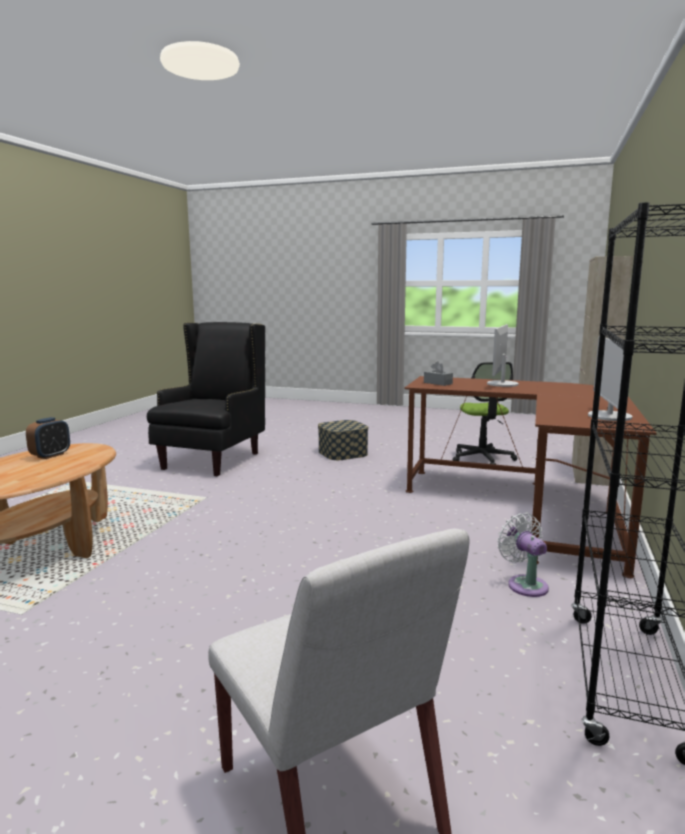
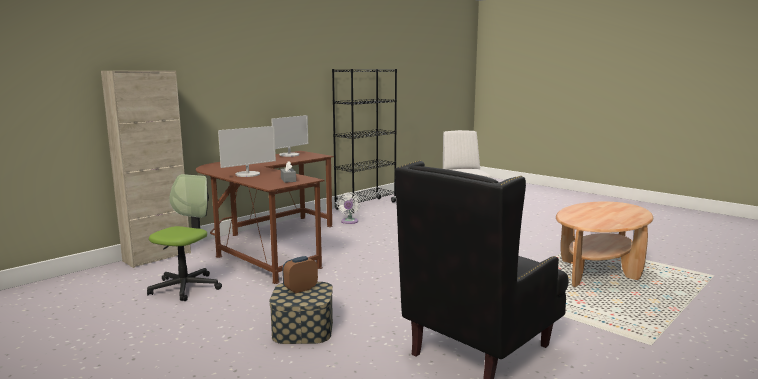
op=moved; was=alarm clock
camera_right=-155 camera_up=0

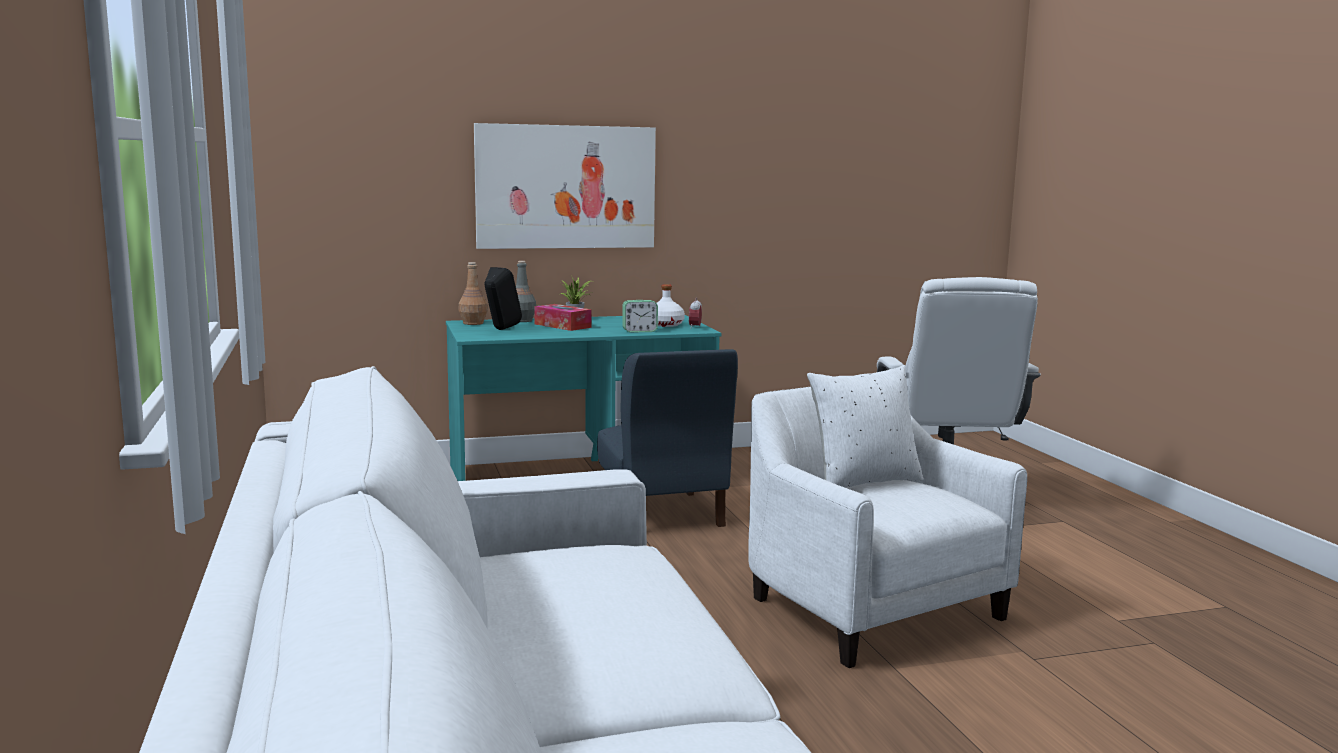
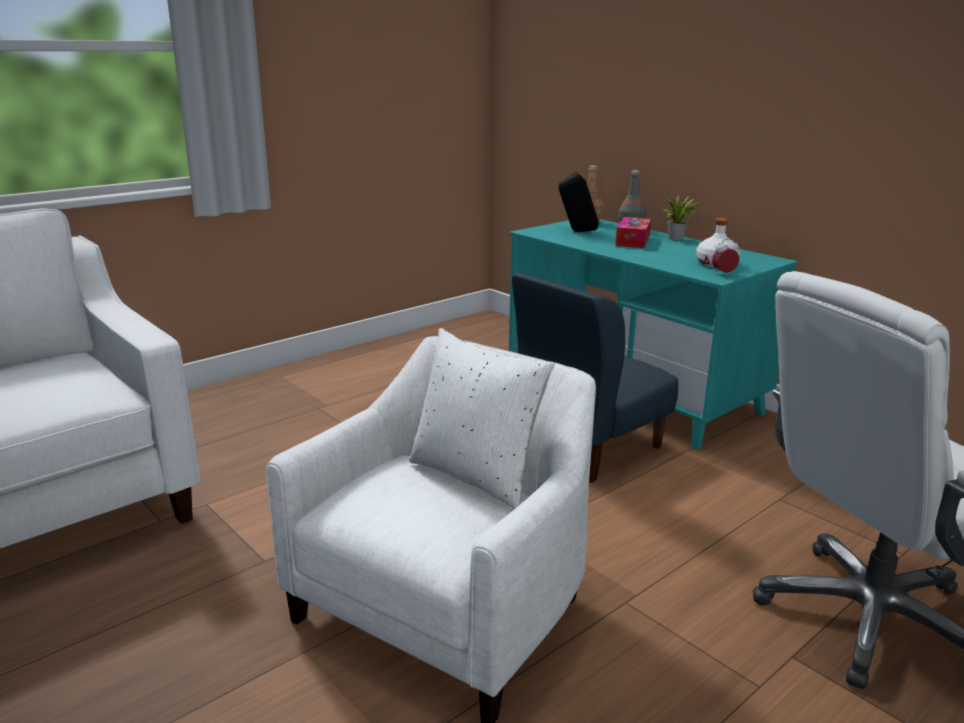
op=removed; was=picture
op=removed; was=alarm clock (1st from left)
camera_right=65 camera_up=10

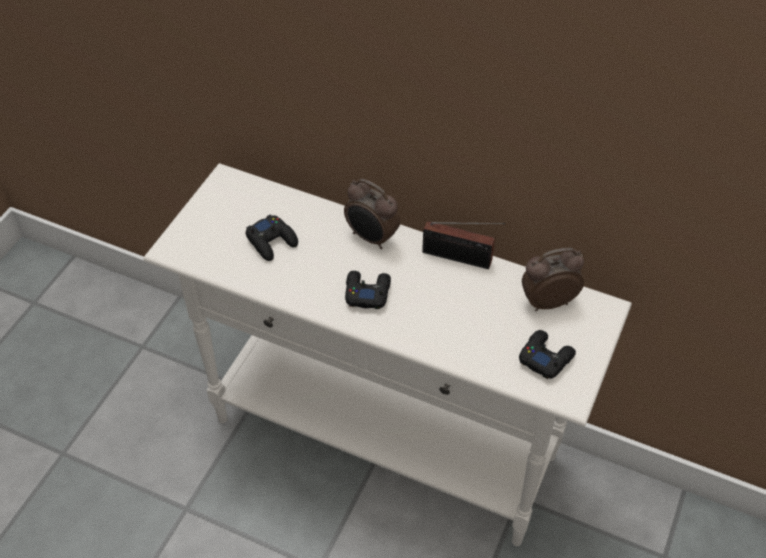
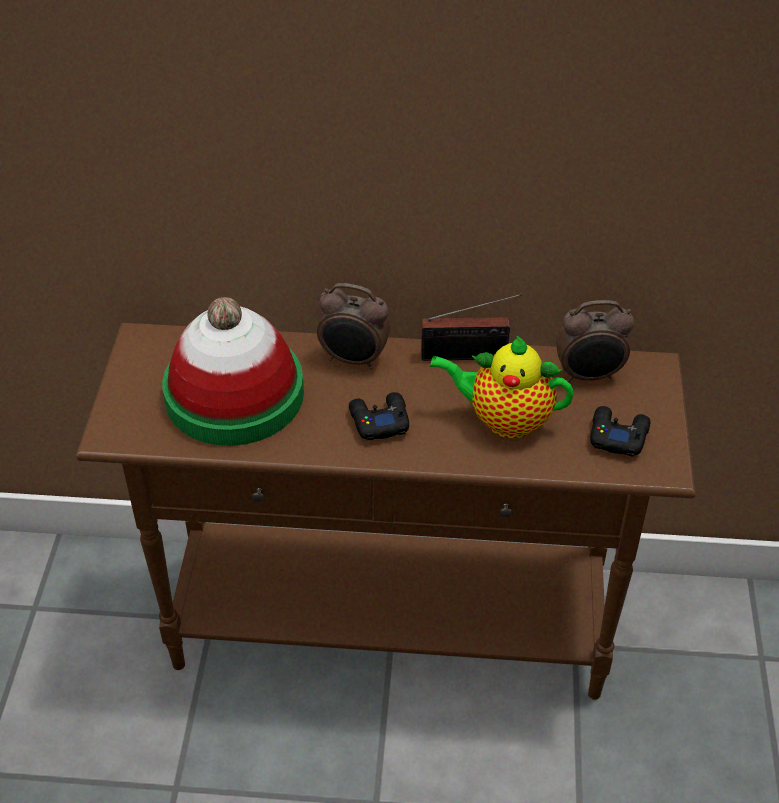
op=recoloured; was=white console table; now=brown console table
op=replaced; was=black game controller (1st from left); now=hat
op=turned; was=alarm clock (2nd from left); clockwise=-150
op=added; now=teapot
camera_right=-20 camera_up=-5

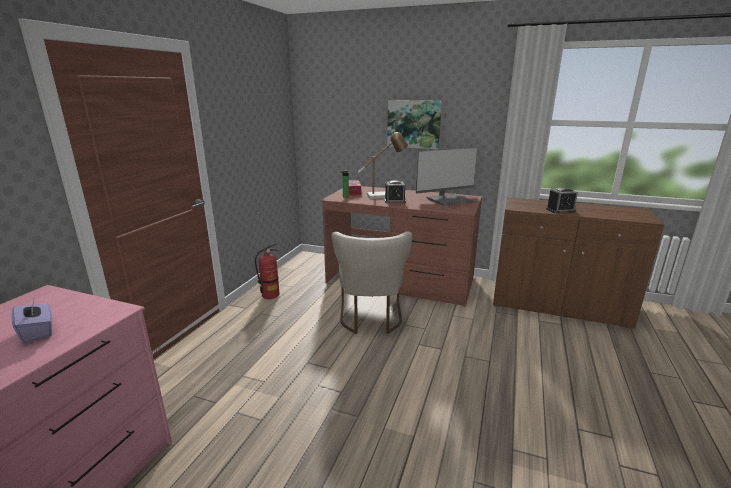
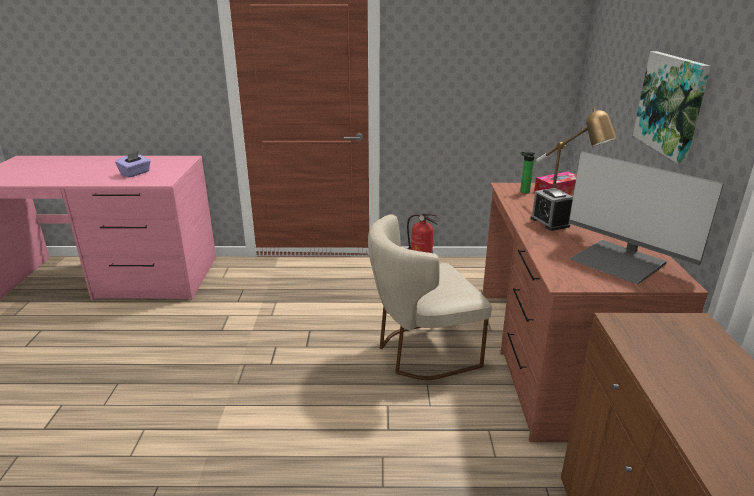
op=removed; was=alarm clock (2nd from left)
camera_right=70 camera_up=5

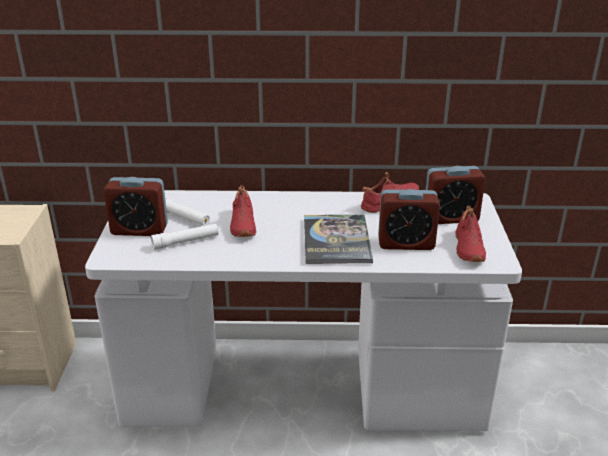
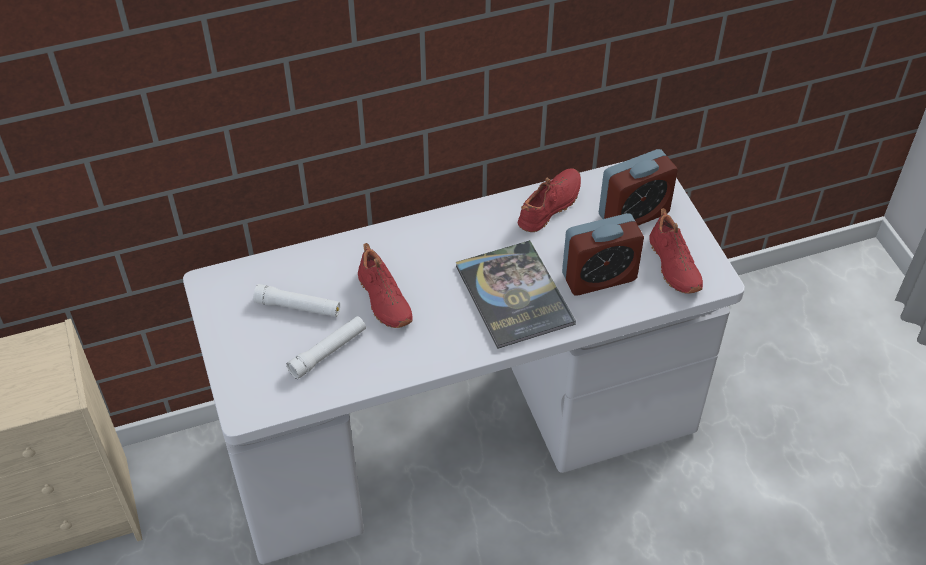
op=removed; was=alarm clock (1st from left)
camera_right=-20 camera_up=20

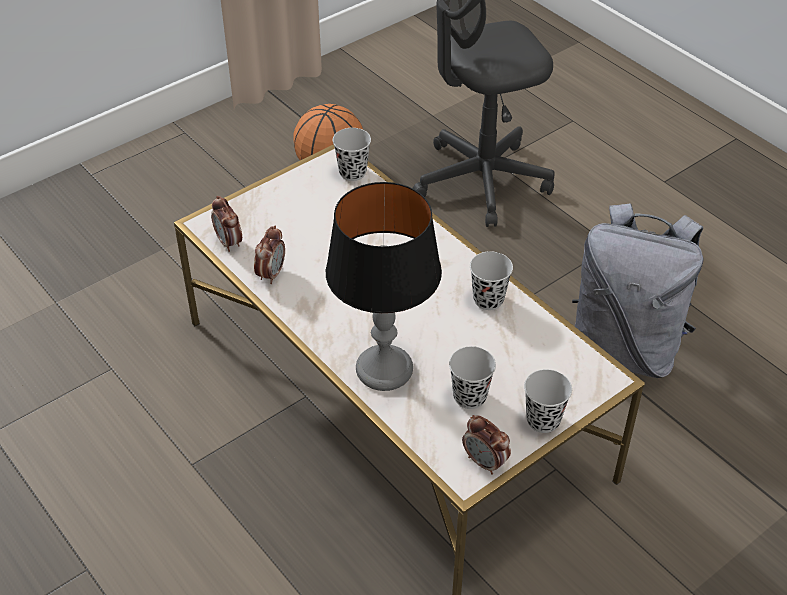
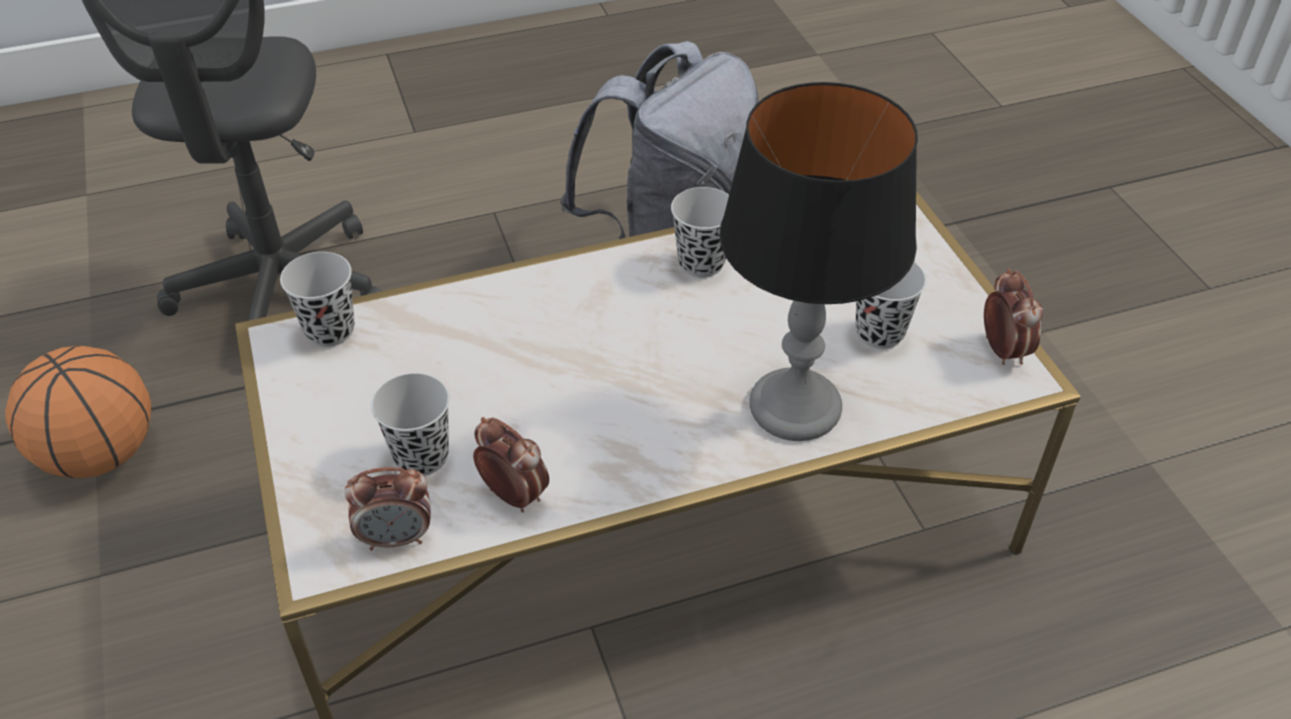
op=turned; was=alarm clock (3rd from left); clockwise=-75
op=moved; was=black cup (4th from left in the first image); now=black cup (2nd from left)
camera_right=-70 camera_up=0

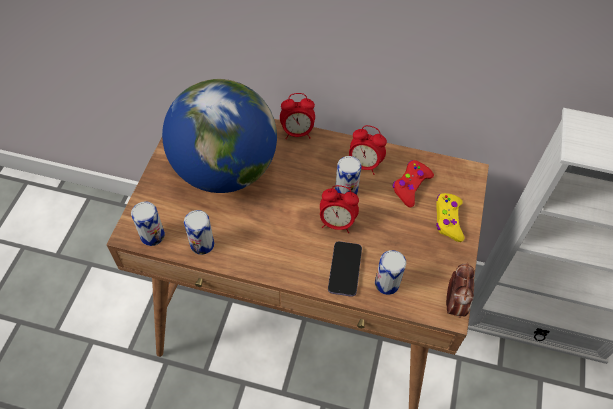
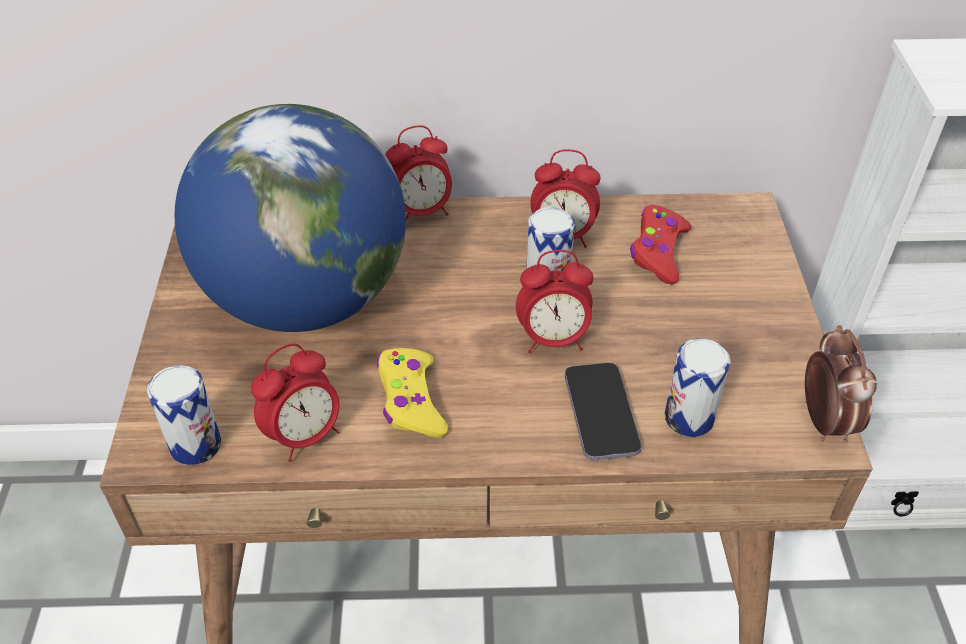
op=replaced; was=can (2nd from left); now=alarm clock (1st from left)
op=moved; was=yellow game controller
camera_right=-15 camera_up=-10

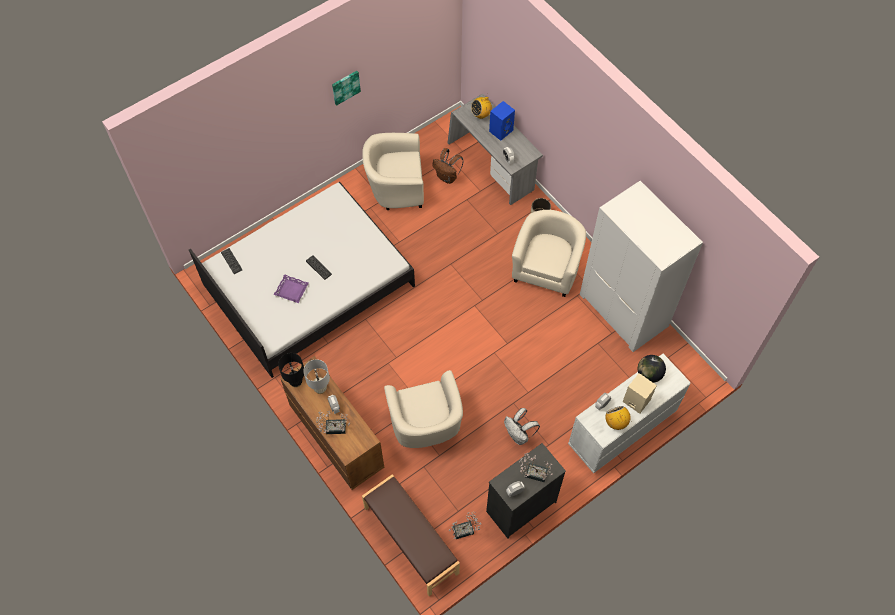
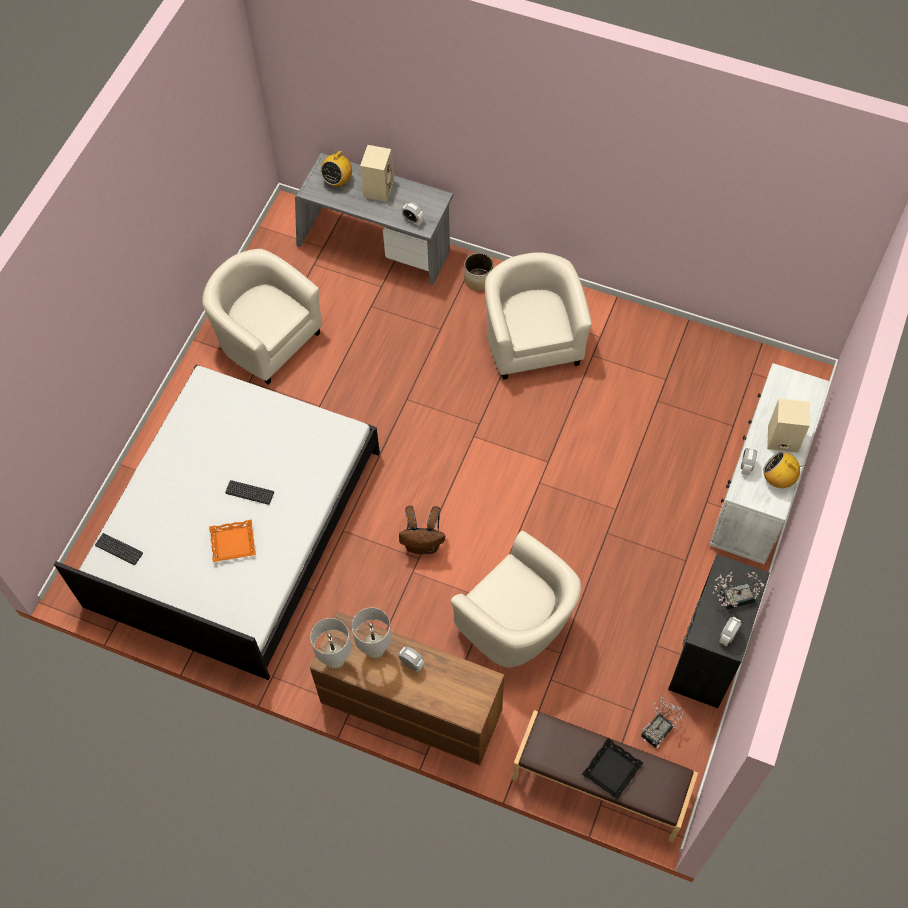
op=recoloured; was=purple tray; now=orange tray
op=recoloured; was=black table lamp; now=white table lamp (1st from left)
op=removed; was=potted plant (1st from left)
op=removed; was=picture
op=turned; was=beige armchair (1st from left); clockwise=75
op=moved; was=brown backpack
op=recoloured; was=blue speaker; now=beige speaker (1st from left)
op=removed; was=white backpack
op=removed; was=white wardrobe
op=removed; was=globe
op=added; now=black tray
camera_right=-30 camera_up=0

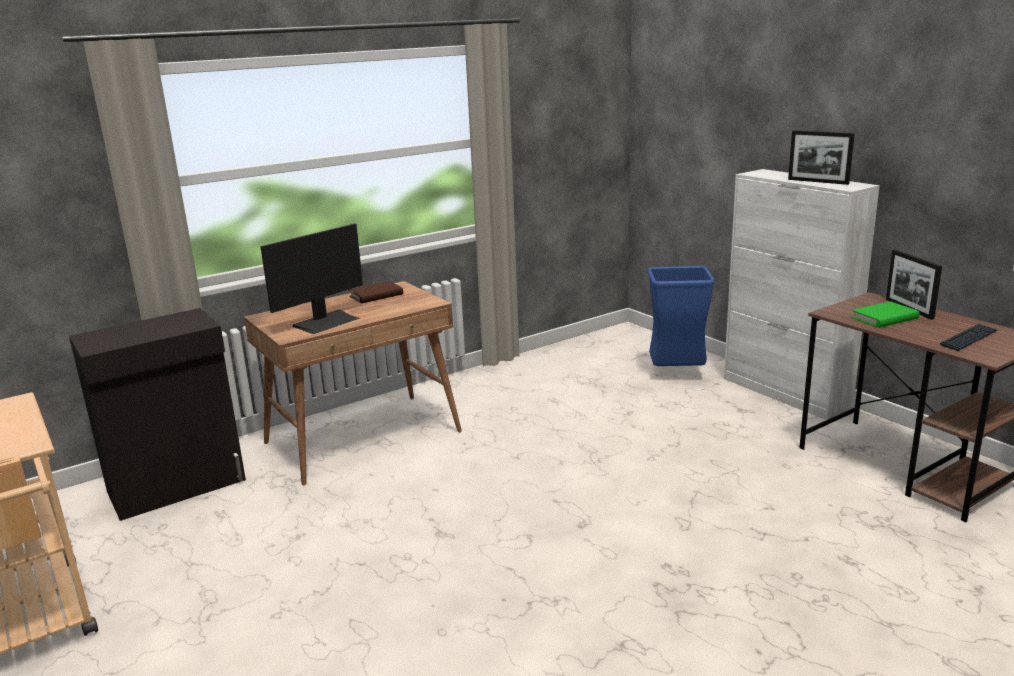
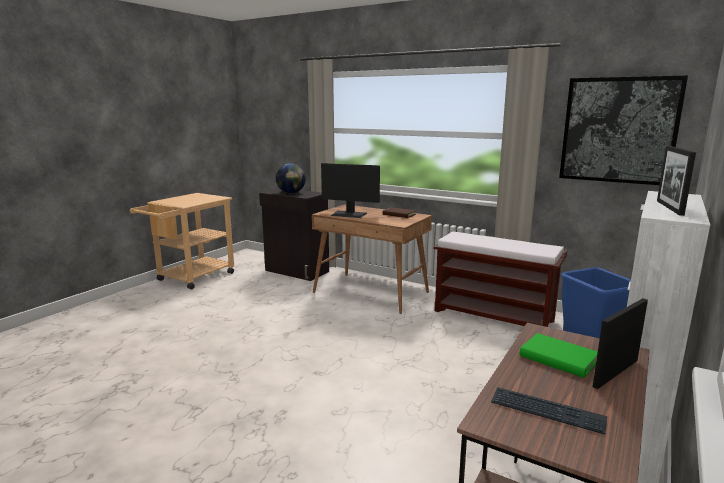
op=added; now=globe
op=added; now=brown bench
op=added; now=picture
camera_right=65 camera_up=-5

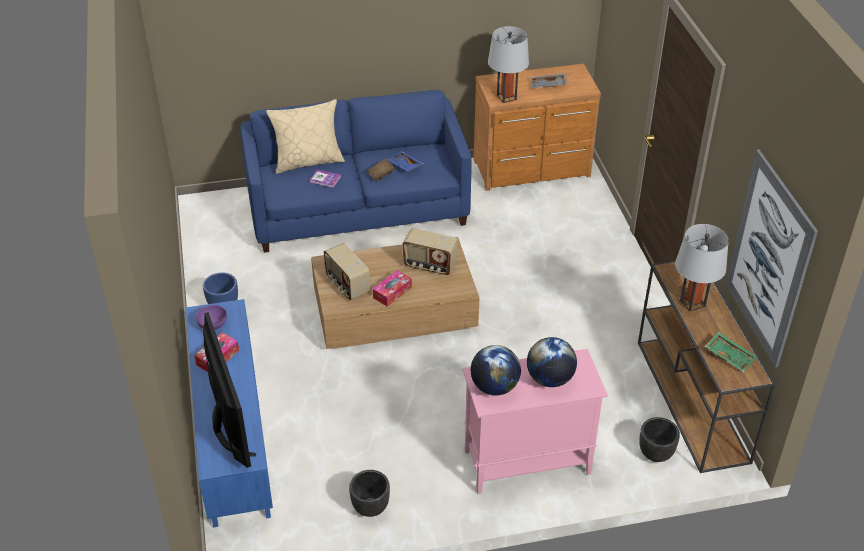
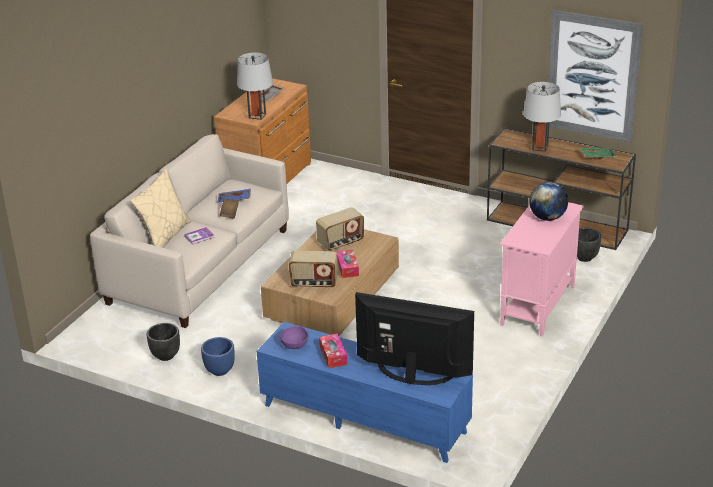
op=recoloured; was=blue sofa; now=beige sofa
op=moved; was=black planter (1st from left)
op=removed; was=globe (1st from left)
camera_right=-50 camera_up=-10

